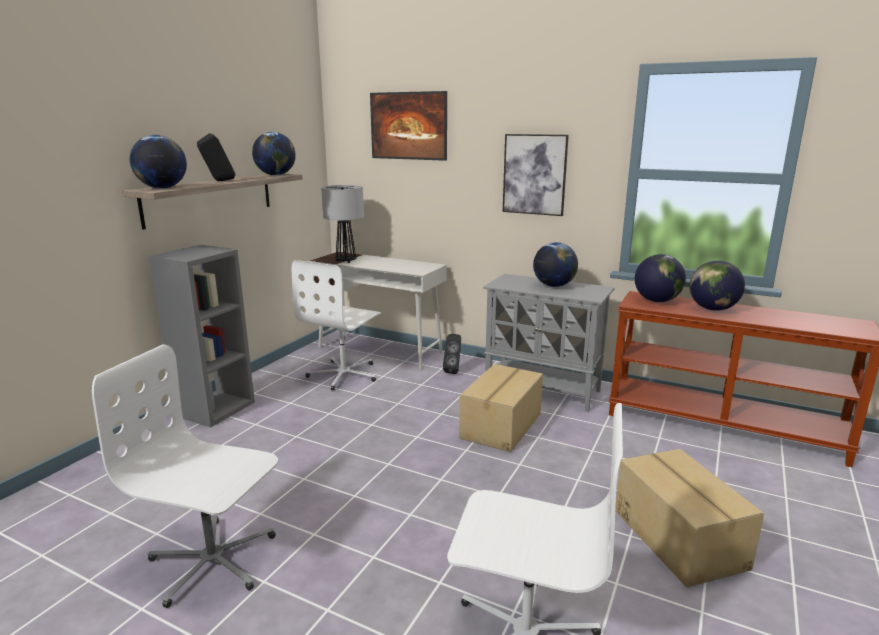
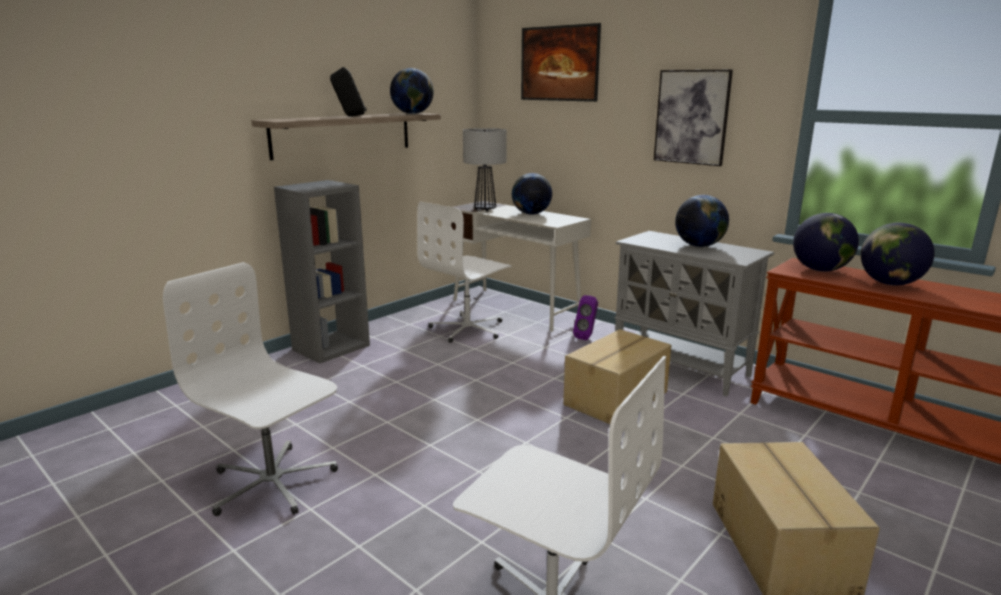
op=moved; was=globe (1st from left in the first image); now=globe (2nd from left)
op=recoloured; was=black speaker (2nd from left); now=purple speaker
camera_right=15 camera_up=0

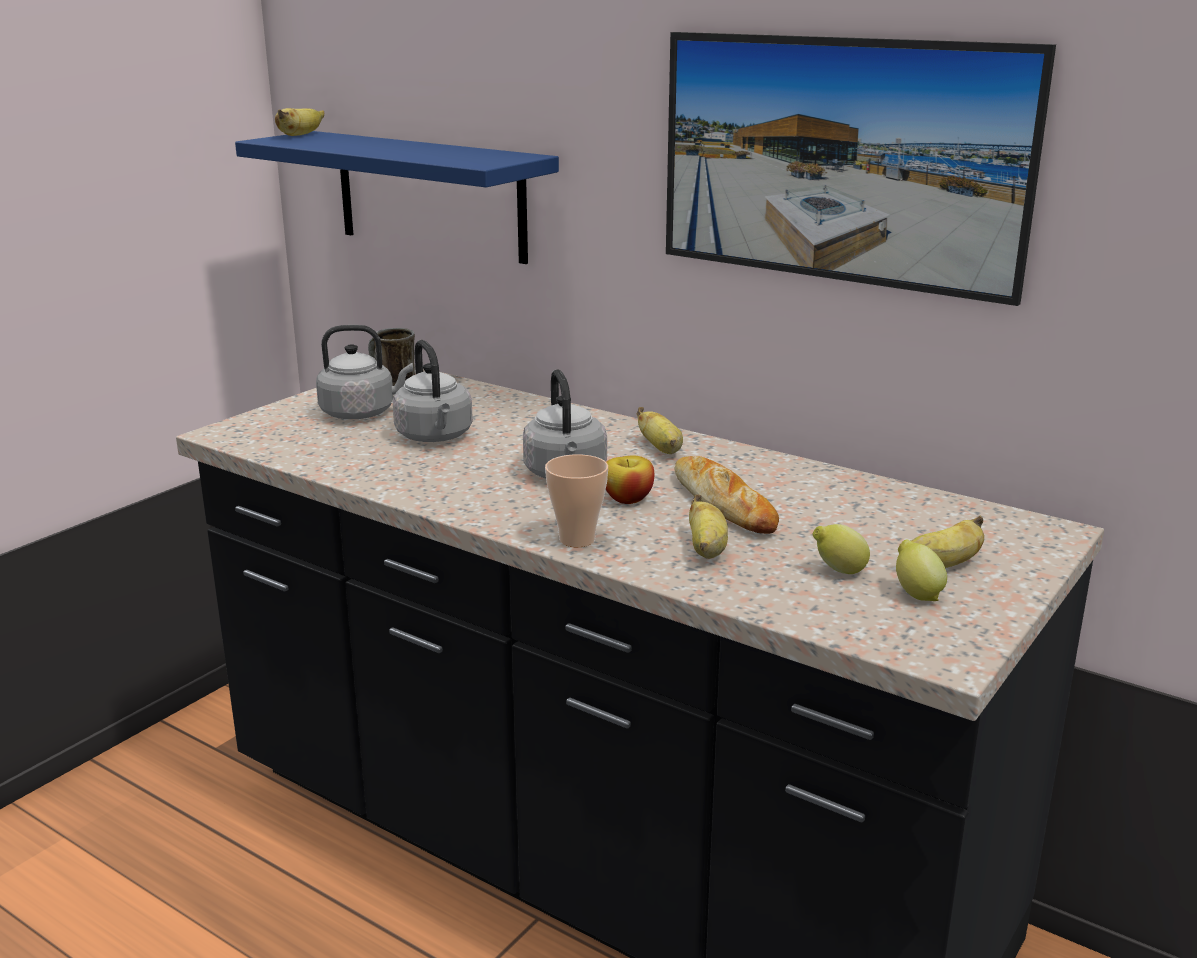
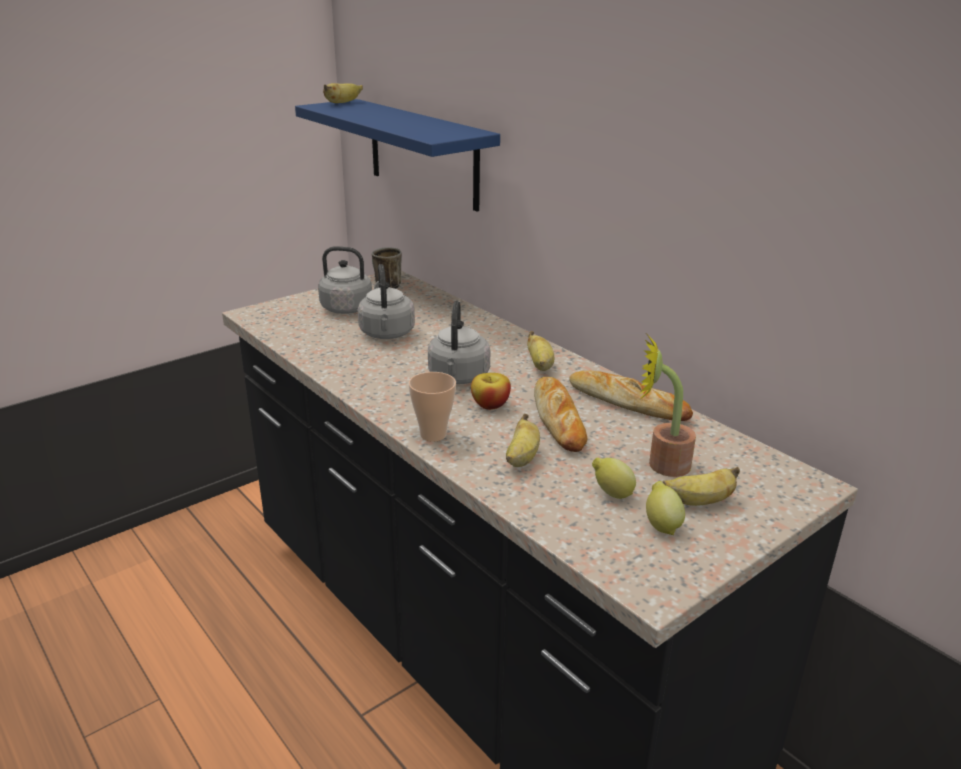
op=removed; was=picture
op=added; now=bread (2nd from left)
op=added; now=potted plant
camera_right=15 camera_up=5

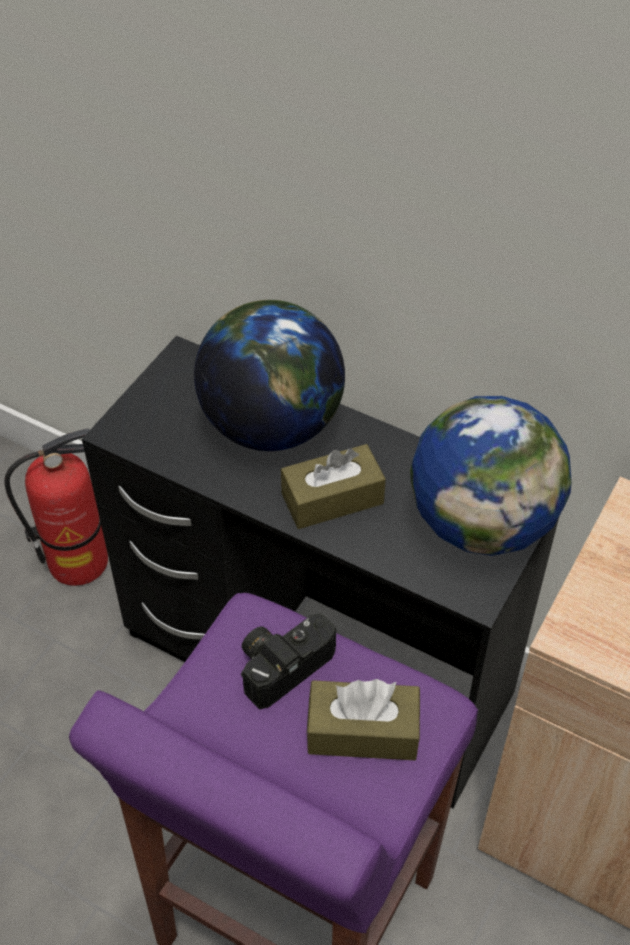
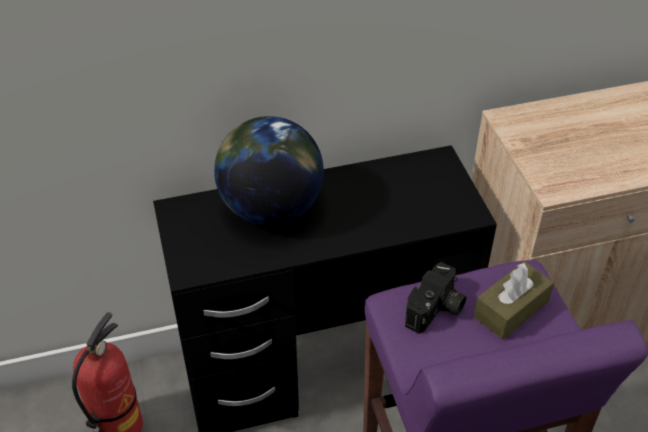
op=turned; was=photo camera; clockwise=-150
op=removed; was=brown tissue box (1st from left)
op=removed; was=globe (2nd from left)
camera_right=-45 camera_up=-5

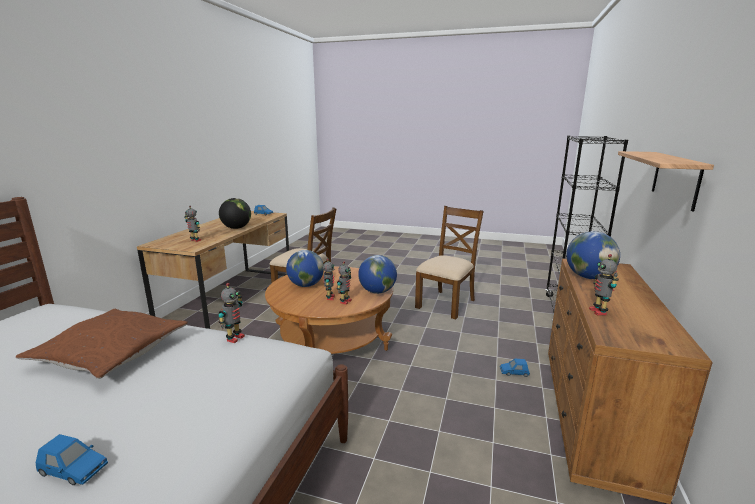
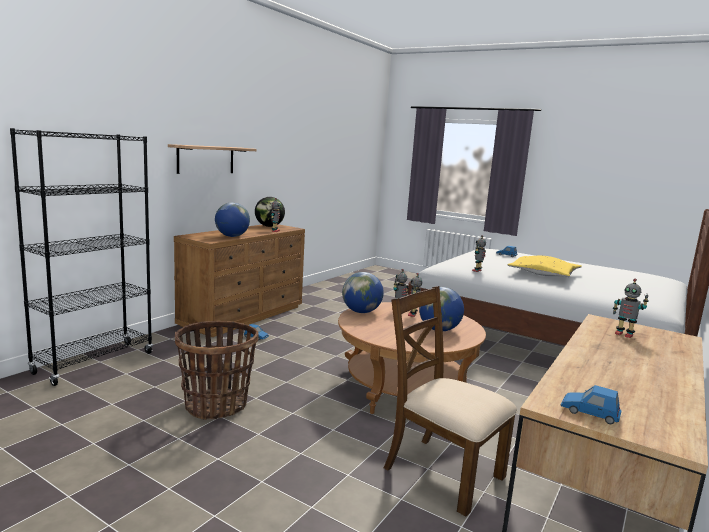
op=recoloured; was=brown pillow; now=yellow pillow
op=moved; was=globe (1st from left in the first image); now=globe (2nd from left)
op=replaced; was=brown chair (2nd from left); now=basket
camera_right=-165 camera_up=-5

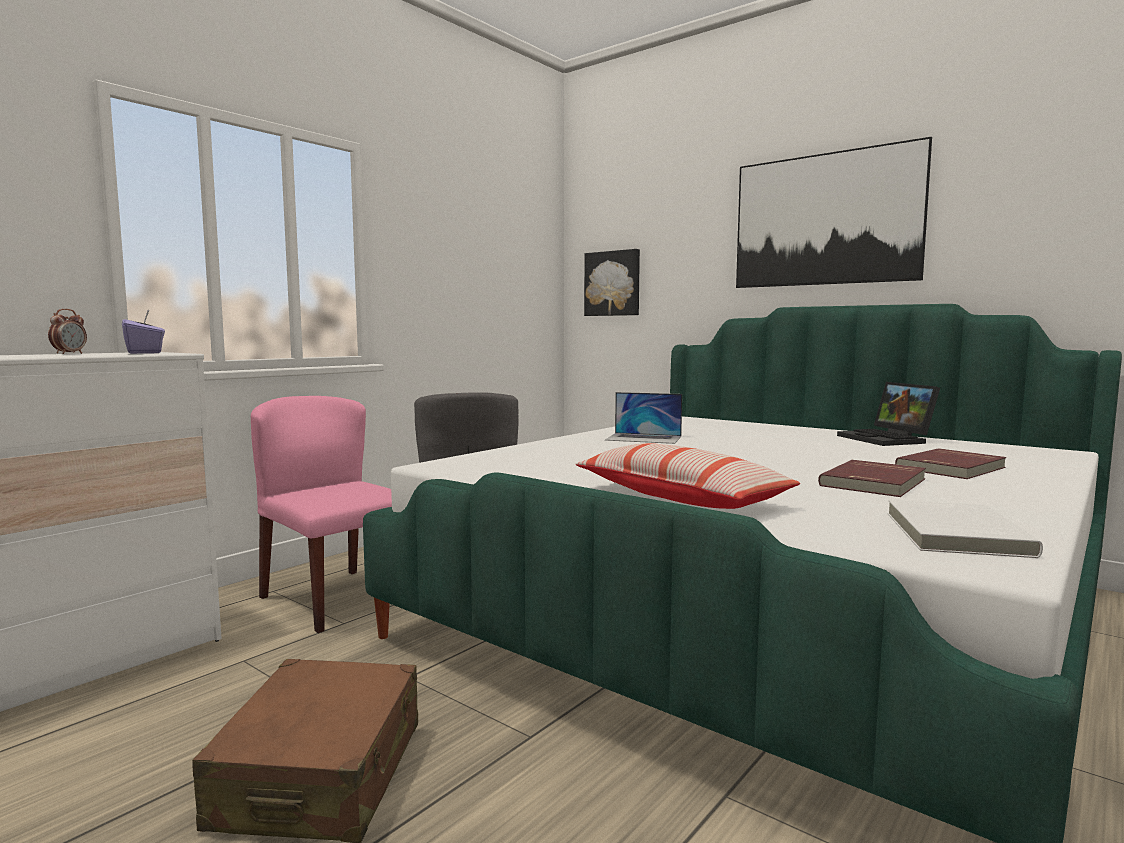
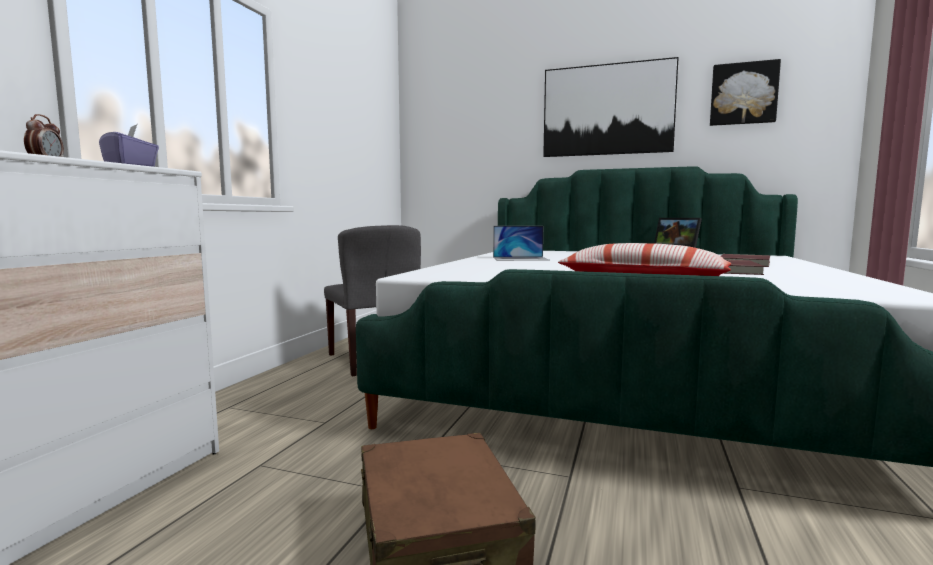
op=removed; was=pink chair
op=moved; was=picture (1st from left in the first image); now=picture (2nd from left)
op=removed; was=white book
camera_right=-20 camera_up=0

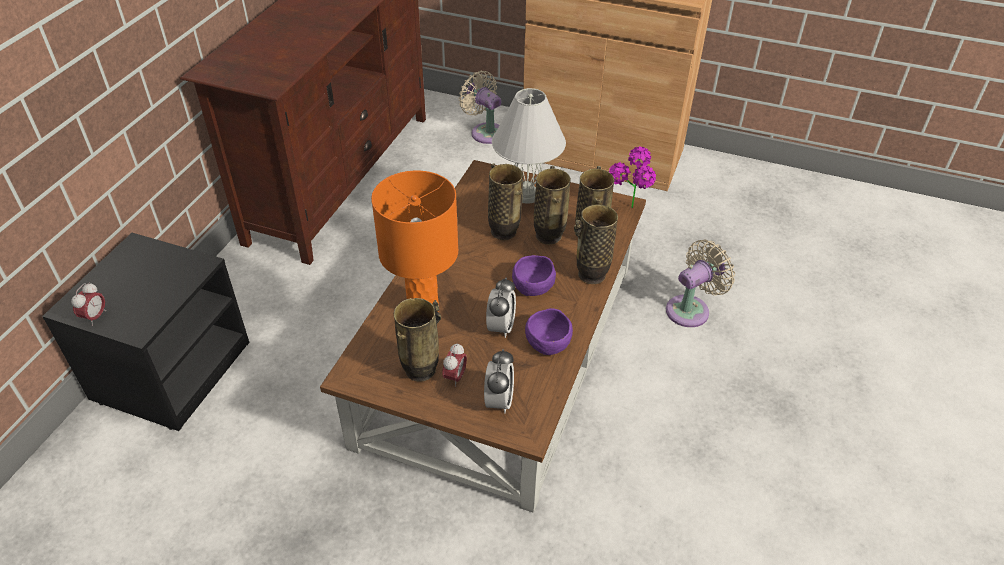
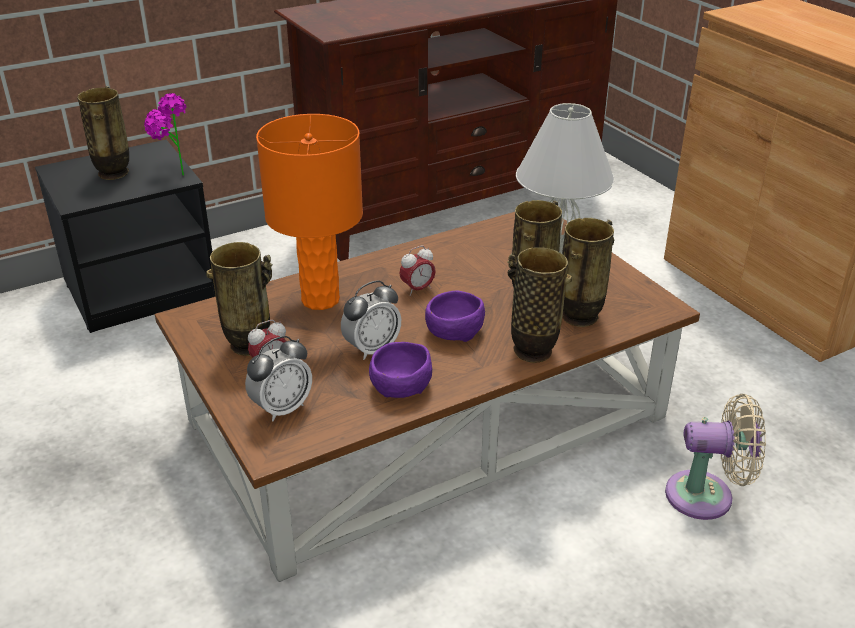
op=moved; was=alarm clock (1st from left in the first image); now=alarm clock (4th from left)
op=removed; was=beige fan (1st from left)
op=moved; was=vase (2nd from left in the first image); now=vase (1st from left)
op=moved; was=potted plant
camera_right=40 camera_up=-10

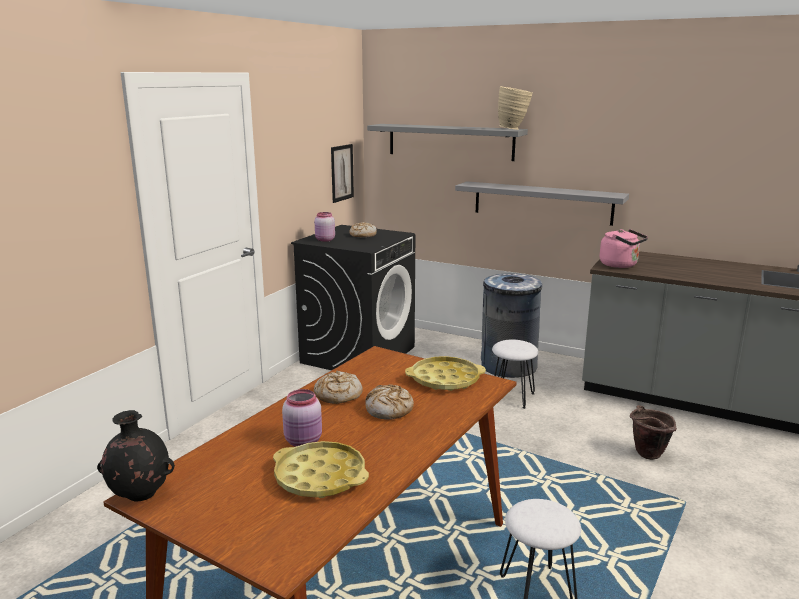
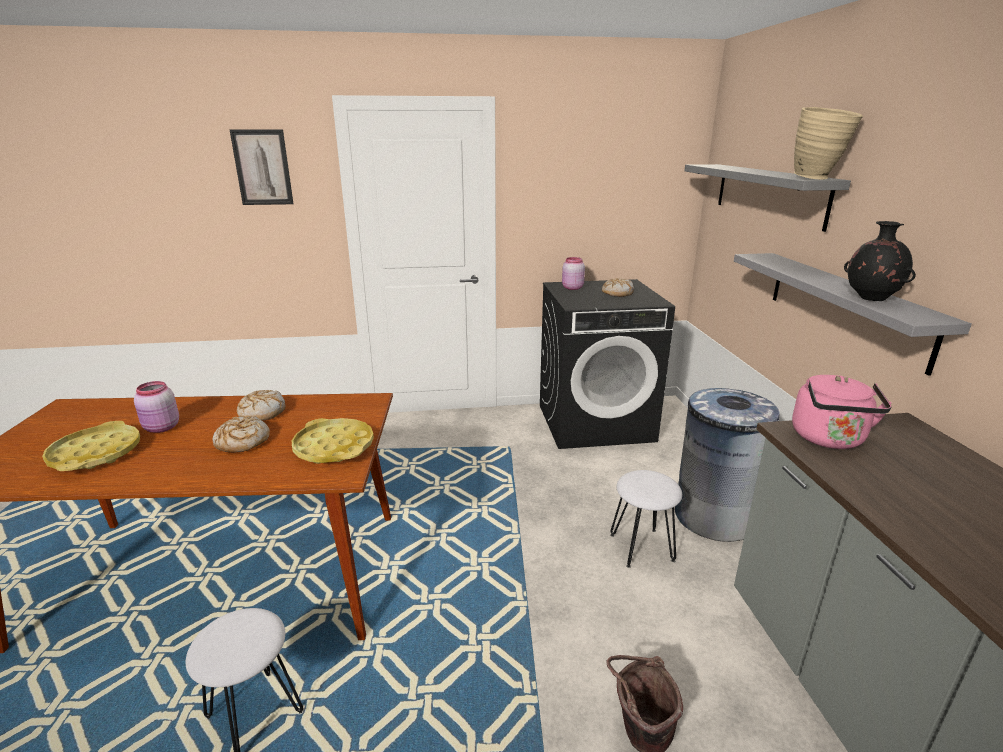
op=moved; was=black vase
op=moved; was=picture
camera_right=55 camera_up=5

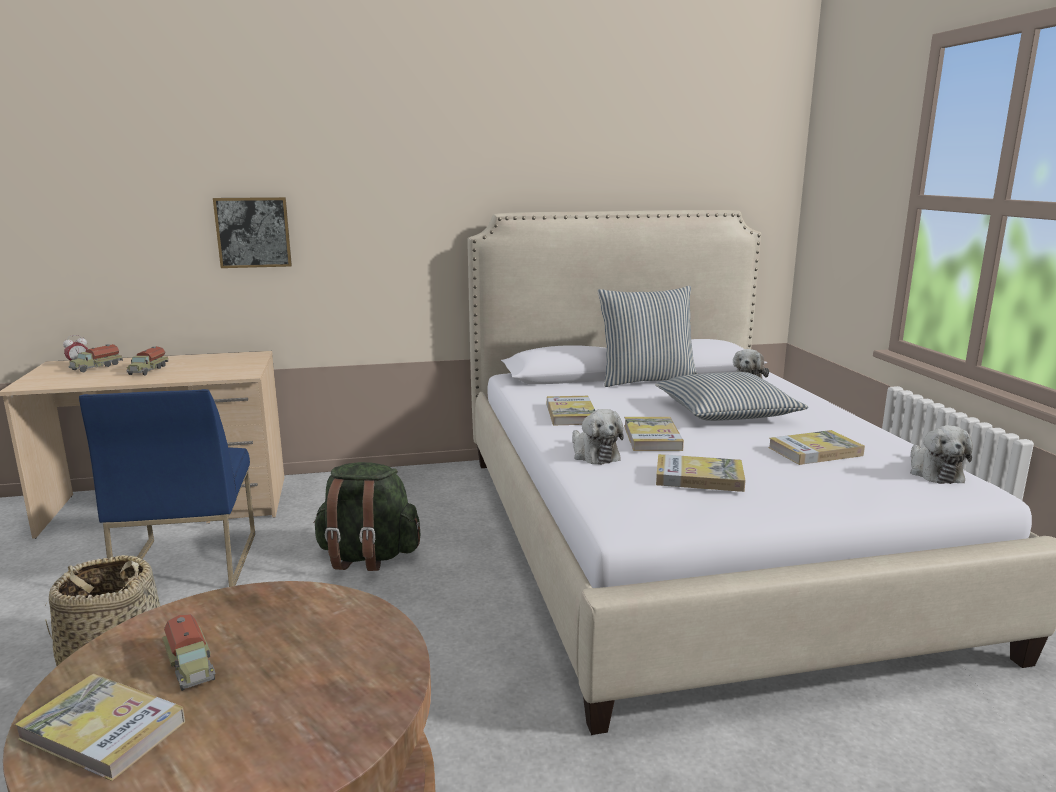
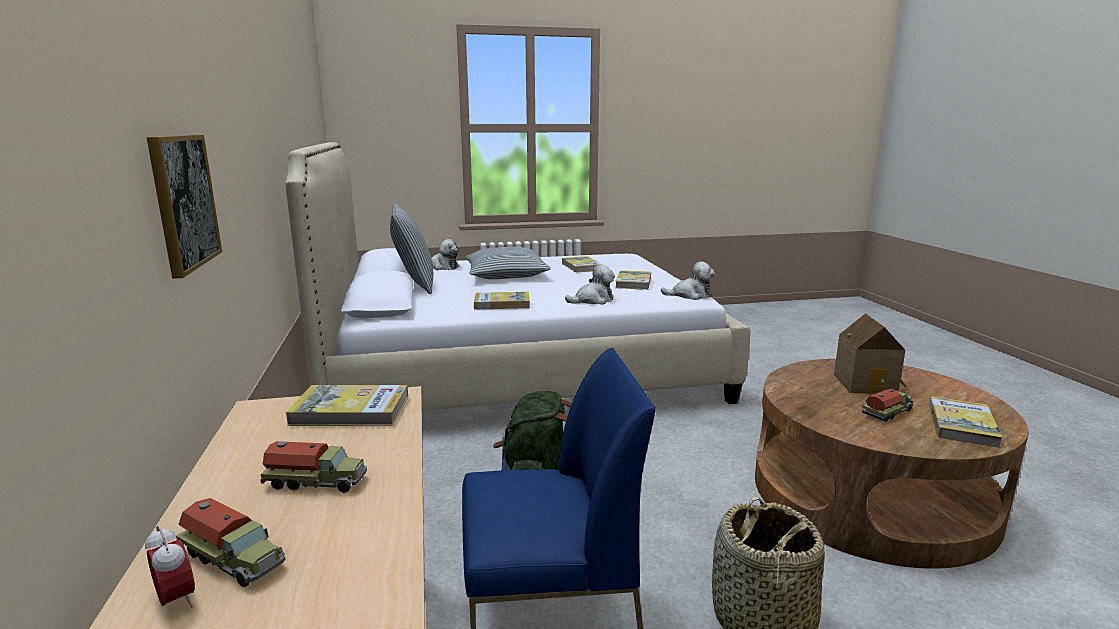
op=moved; was=book (3rd from left in the first image); now=book (1st from left)
op=moved; was=plush toy (3rd from left)
op=added; now=toy house
camera_right=-90 camera_up=0

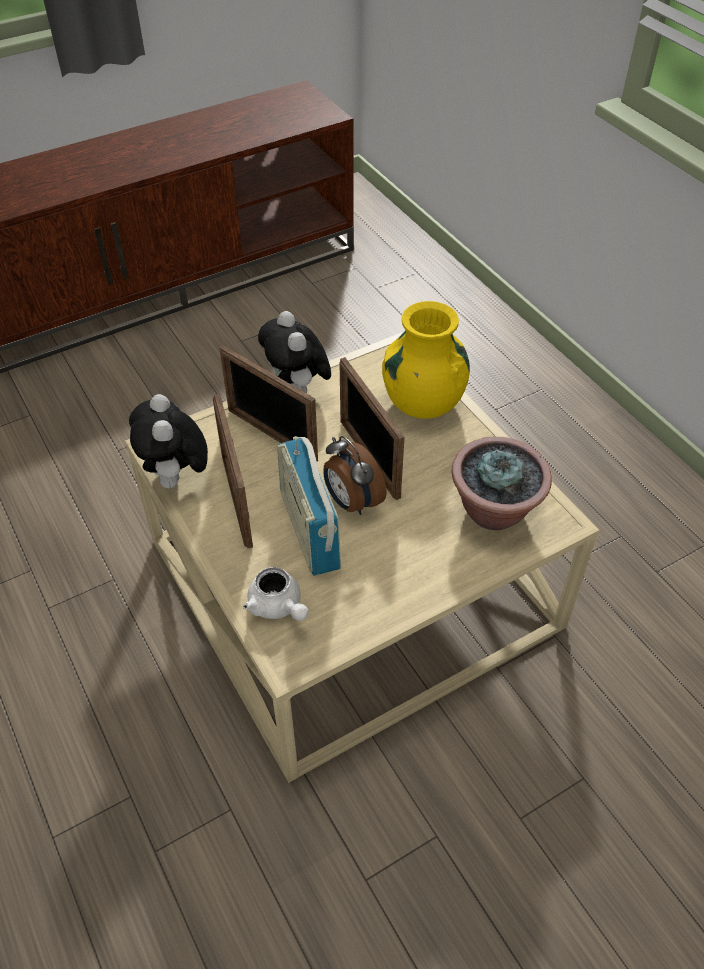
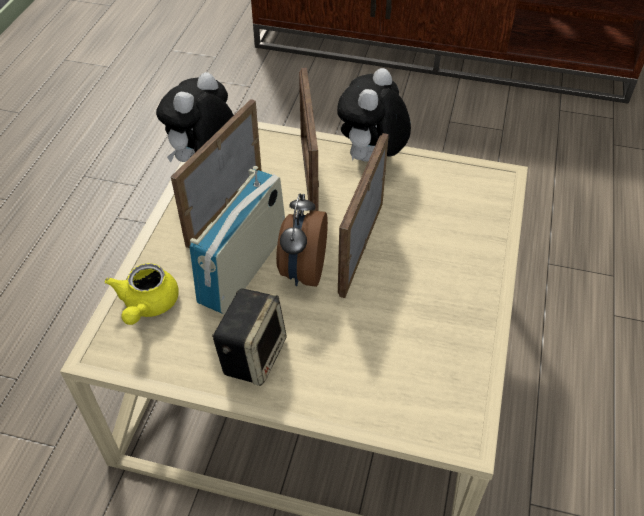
op=recoloured; was=white teapot; now=yellow teapot
op=removed; was=yellow vase
op=removed; was=potted plant
op=added; now=speaker
camera_right=45 camera_up=0

